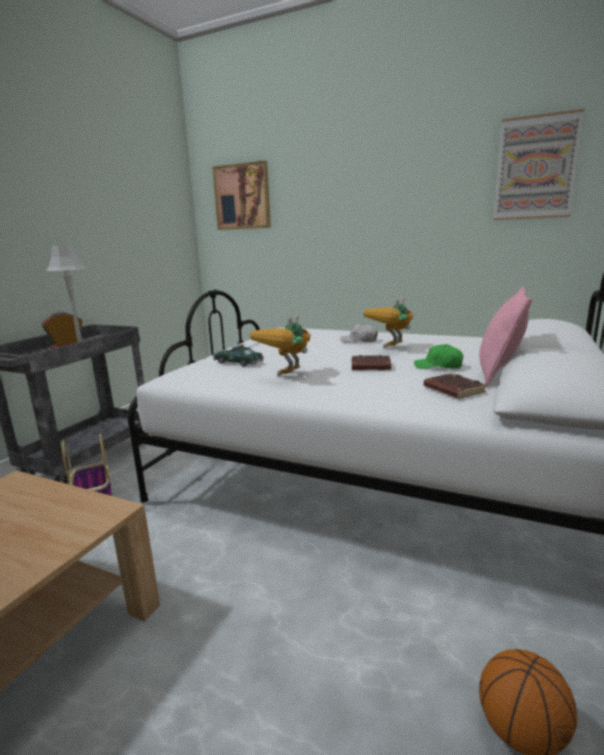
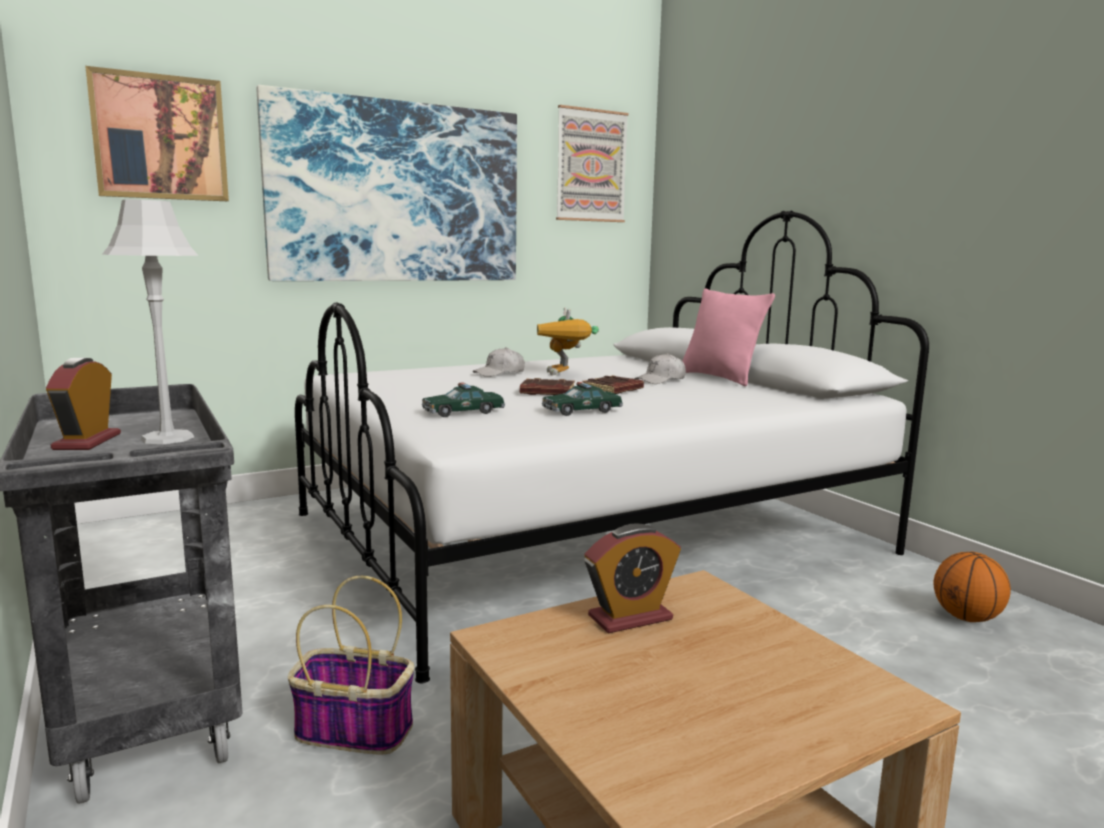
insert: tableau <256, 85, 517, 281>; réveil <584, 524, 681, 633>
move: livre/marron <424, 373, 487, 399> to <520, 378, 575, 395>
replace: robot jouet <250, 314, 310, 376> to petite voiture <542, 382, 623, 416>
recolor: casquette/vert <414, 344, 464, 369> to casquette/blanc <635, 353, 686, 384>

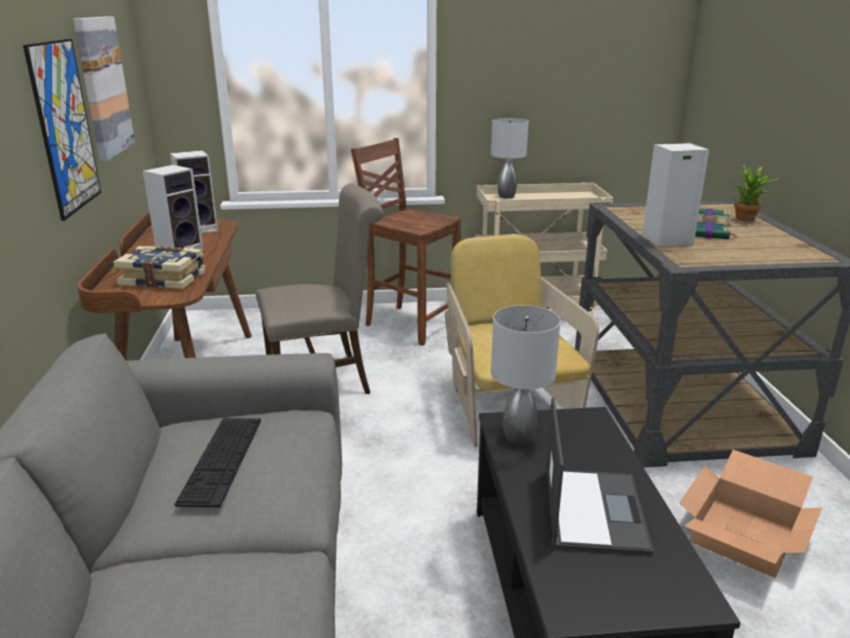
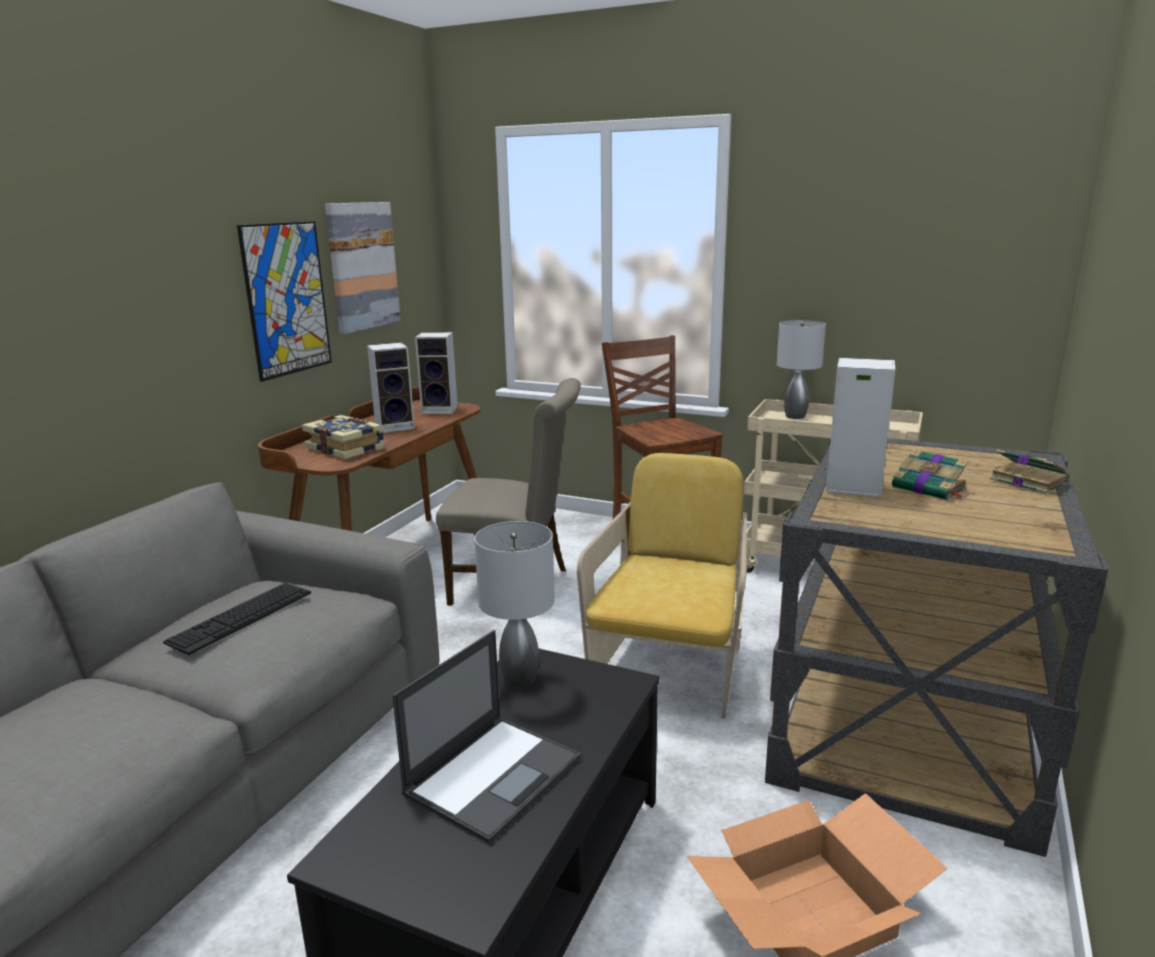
replace: plante en pot <734, 165, 779, 221> to livre <990, 449, 1069, 494>

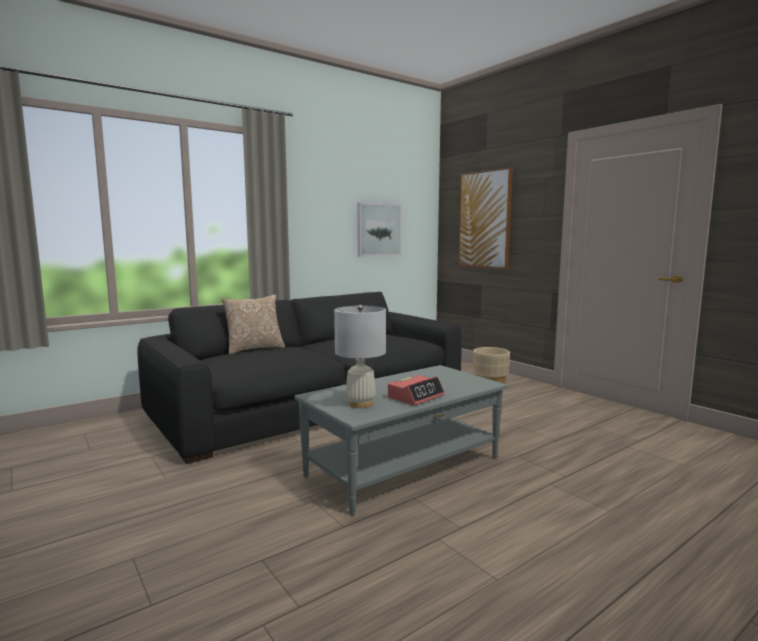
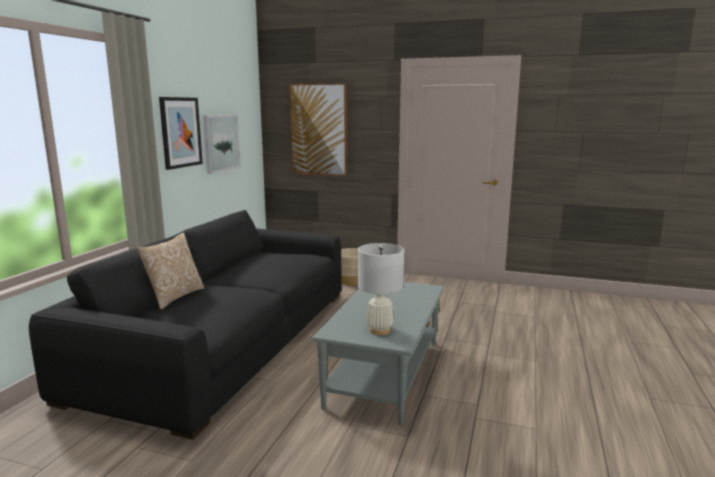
delete: réveil <388, 375, 445, 406>
insert: tableau <159, 97, 203, 170>

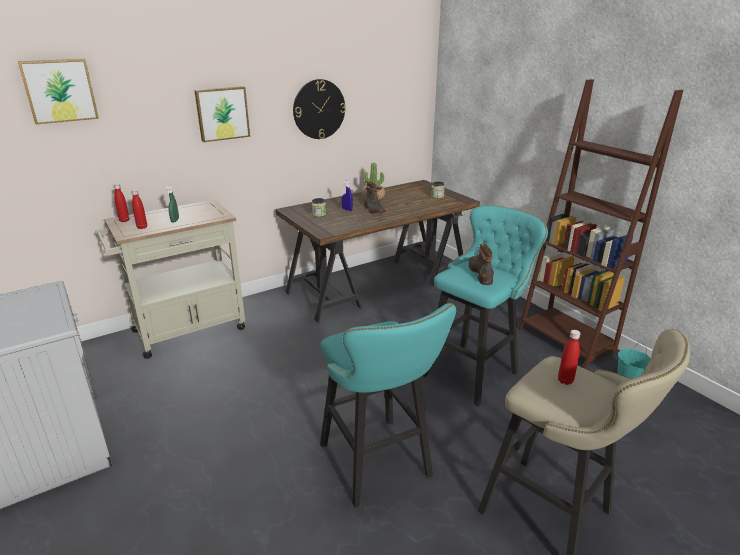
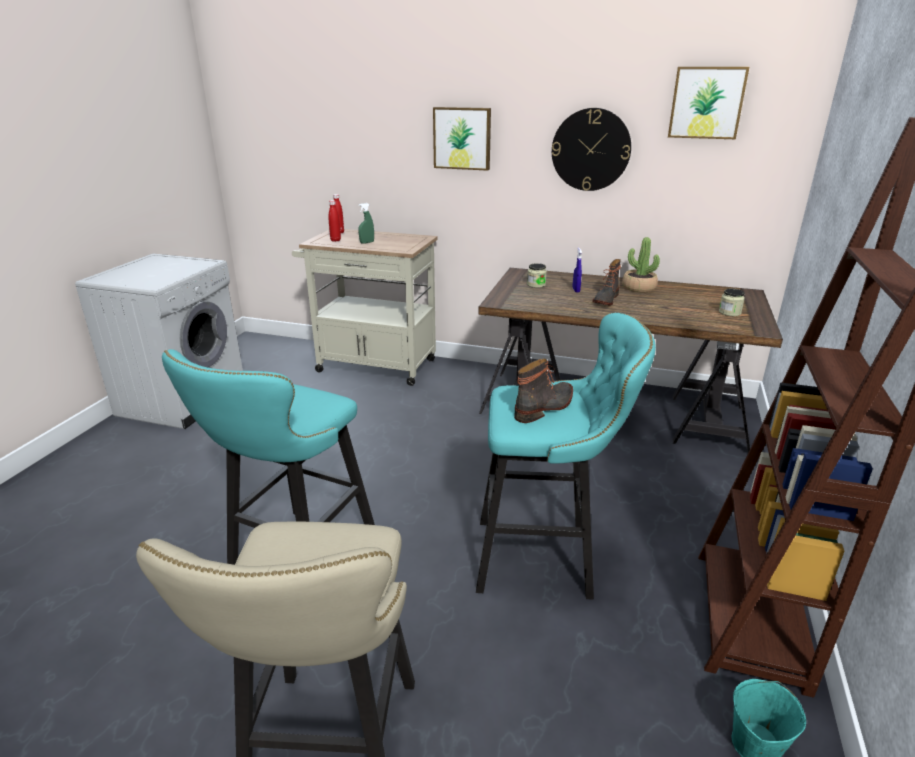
delete: bouteille/rouge <558, 330, 581, 385>
move: tableau <18, 59, 99, 124> to <668, 67, 749, 139>

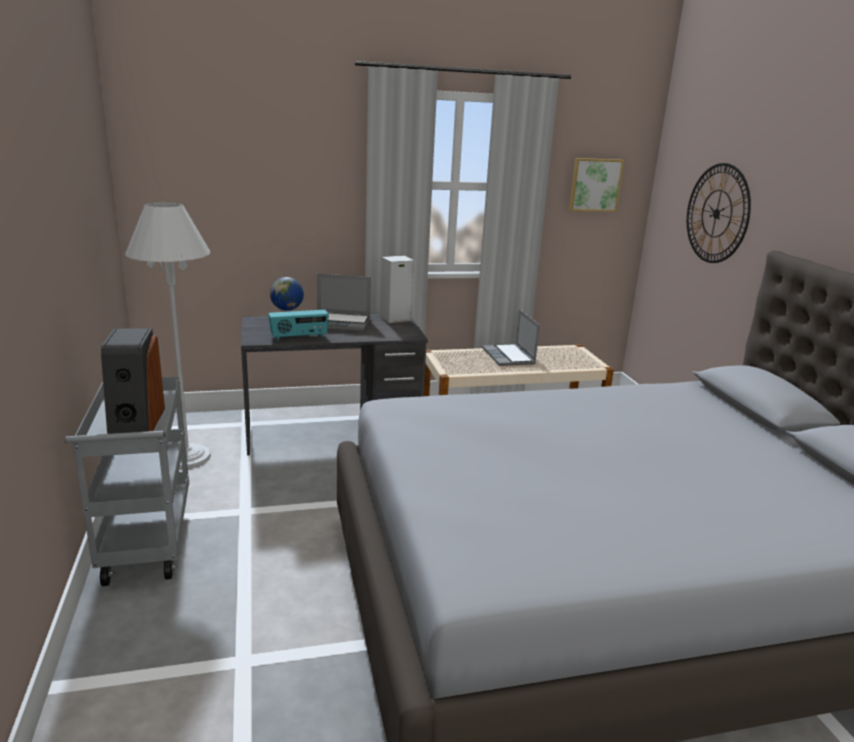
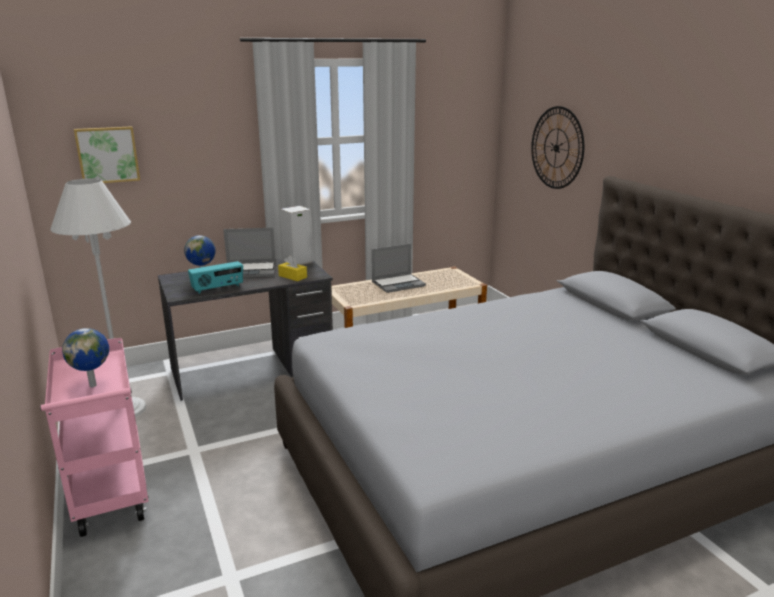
insert: boîte à mouchoirs/jaune <278, 255, 307, 281>
move: tableau <569, 158, 624, 212> to <74, 126, 140, 183>
replace: enceinte <101, 328, 165, 434> to globe <62, 328, 109, 387>
recolor: chariot/gris <65, 377, 189, 586> to chariot/rose <40, 338, 149, 537>
rotate: ordinateur portable <482, 310, 540, 366> = <372, 244, 426, 293> 90 degrees counterclockwise

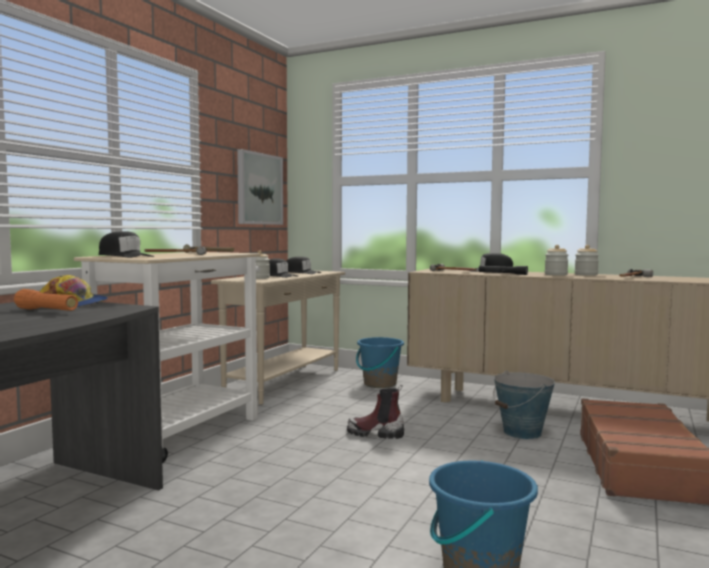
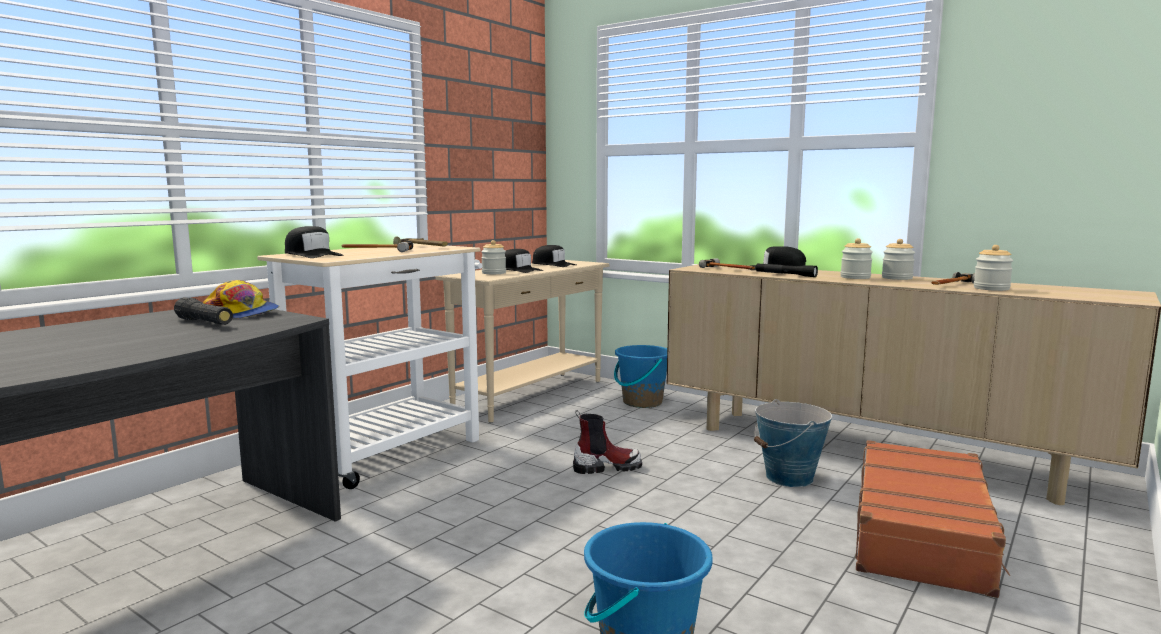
delete: tableau <237, 149, 283, 225>
insert: bocal <974, 245, 1013, 291>
recolor: lampe de poche/orange <14, 289, 78, 311> to lampe de poche/noir <174, 297, 233, 325>
rotate: botte <347, 385, 404, 439> = <573, 410, 642, 474> 150 degrees clockwise

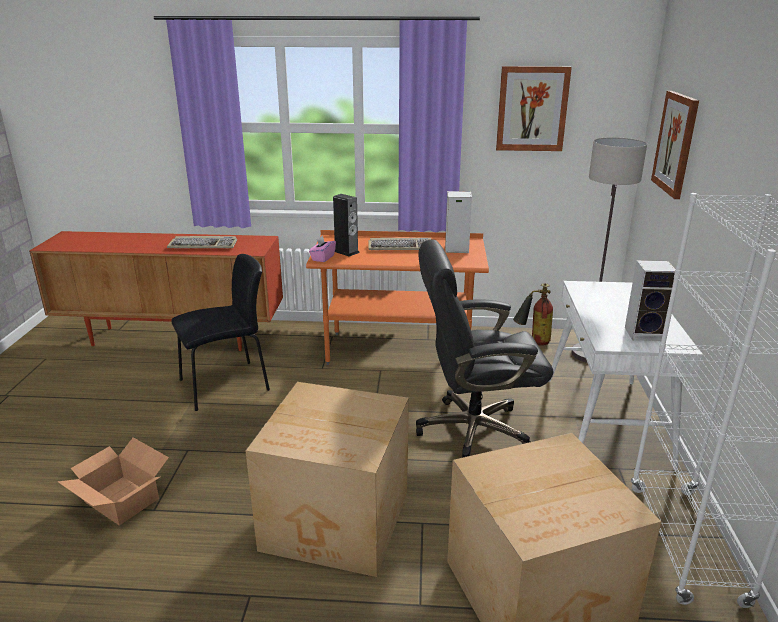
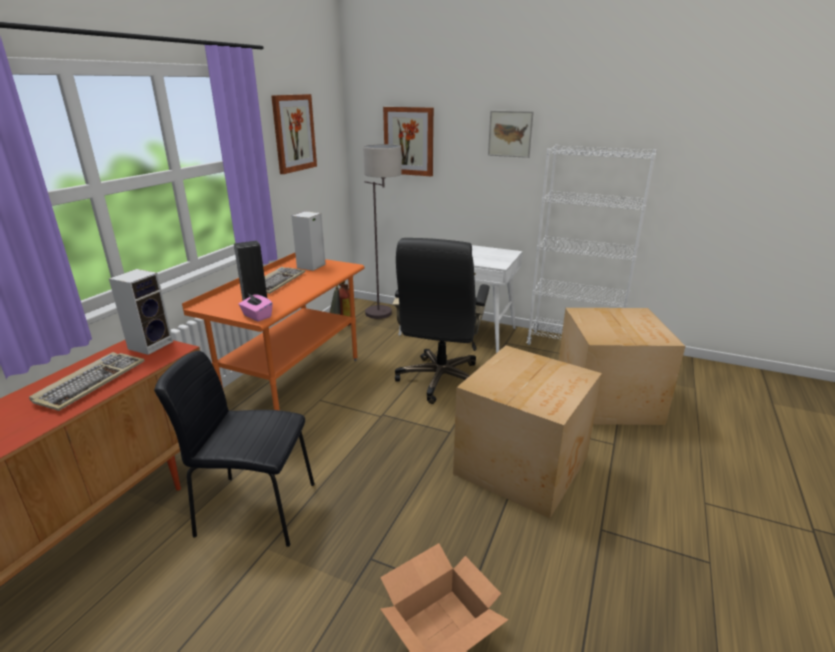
insert: tableau <488, 111, 534, 158>
move: enceinte <625, 260, 675, 341> to <109, 269, 173, 355>
rotate: chaise/noir <172, 254, 270, 411> = <154, 351, 315, 547> 75 degrees counterclockwise

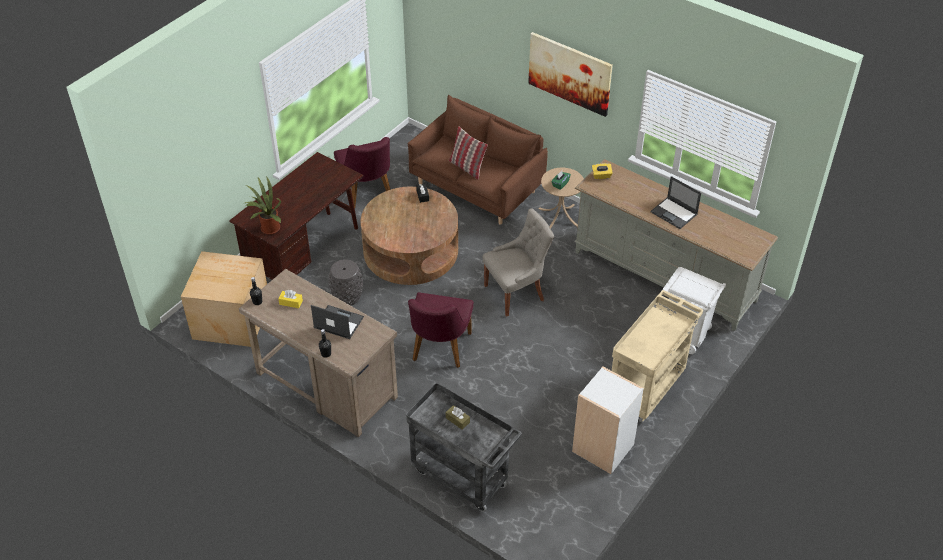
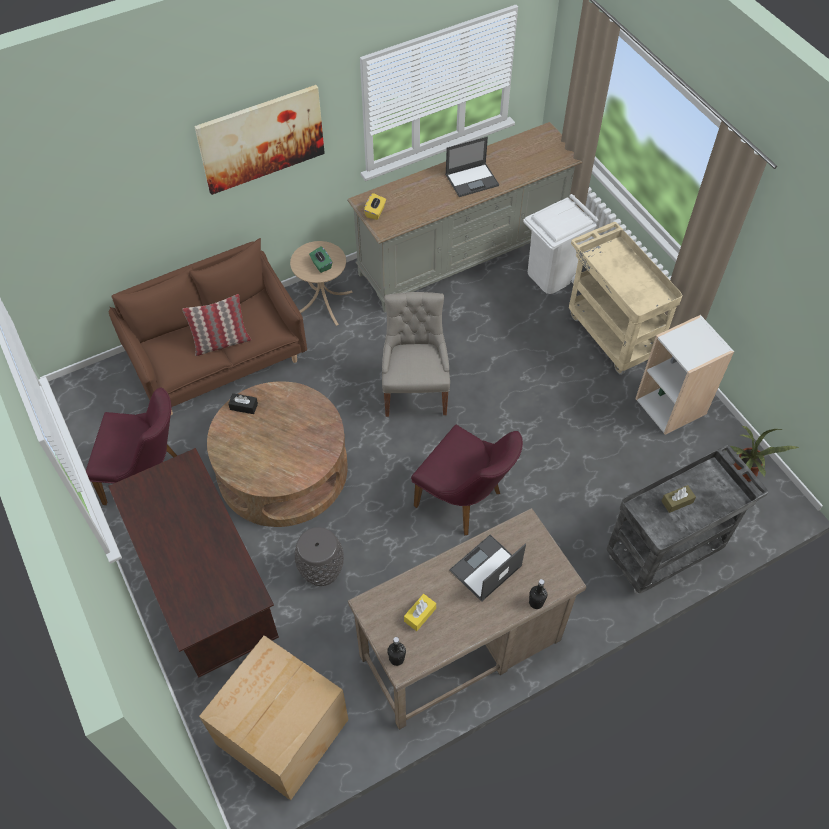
move: plante en pot <245, 176, 281, 235> to <730, 426, 800, 481>

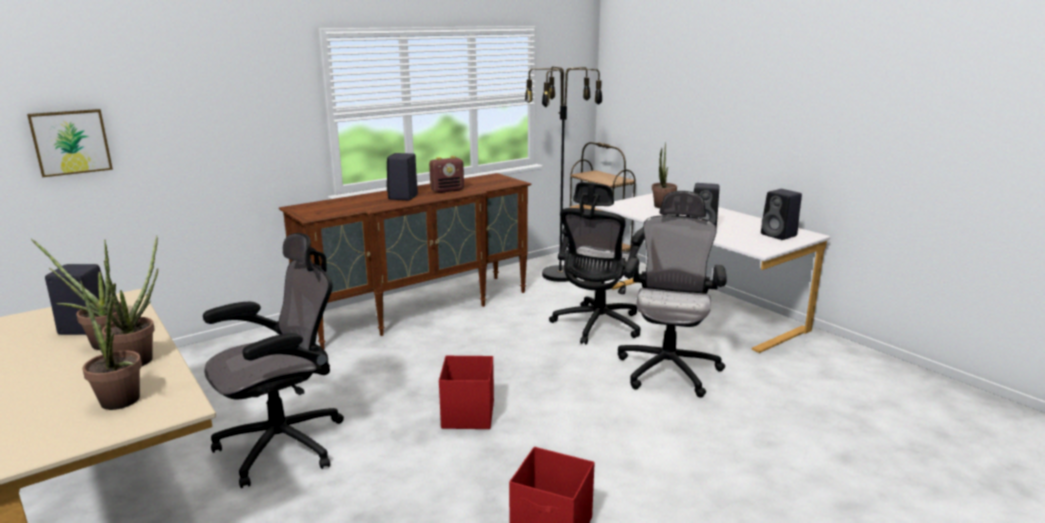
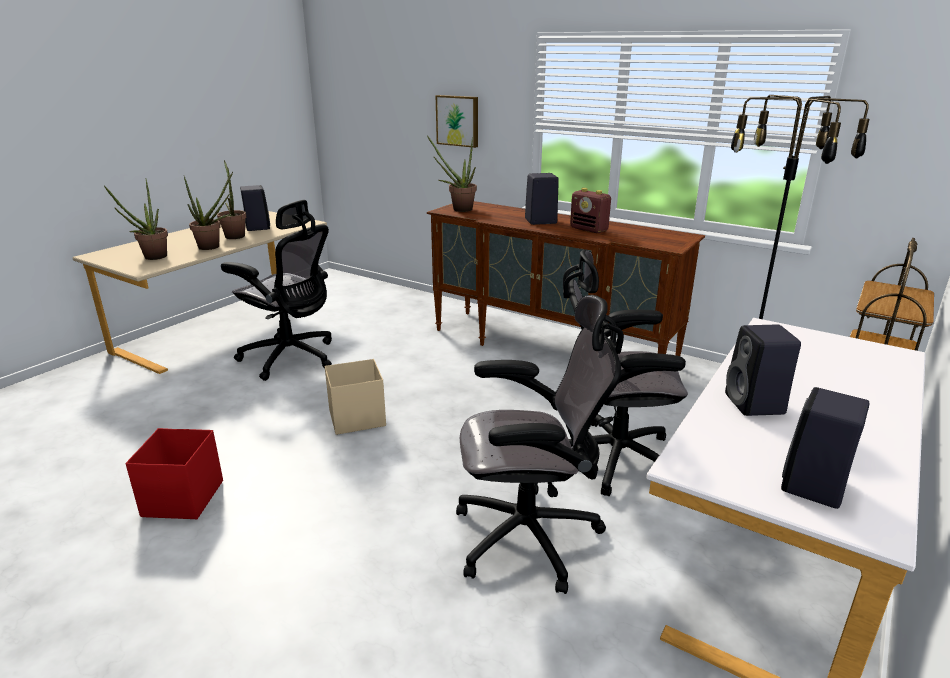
move: tableau <27, 109, 113, 177> to <436, 95, 478, 148>; plante en pot <652, 142, 677, 208> to <427, 135, 477, 212>
recolor: boîte de rangement/rouge <439, 355, 494, 429> to boîte de rangement/beige <325, 359, 386, 435>

